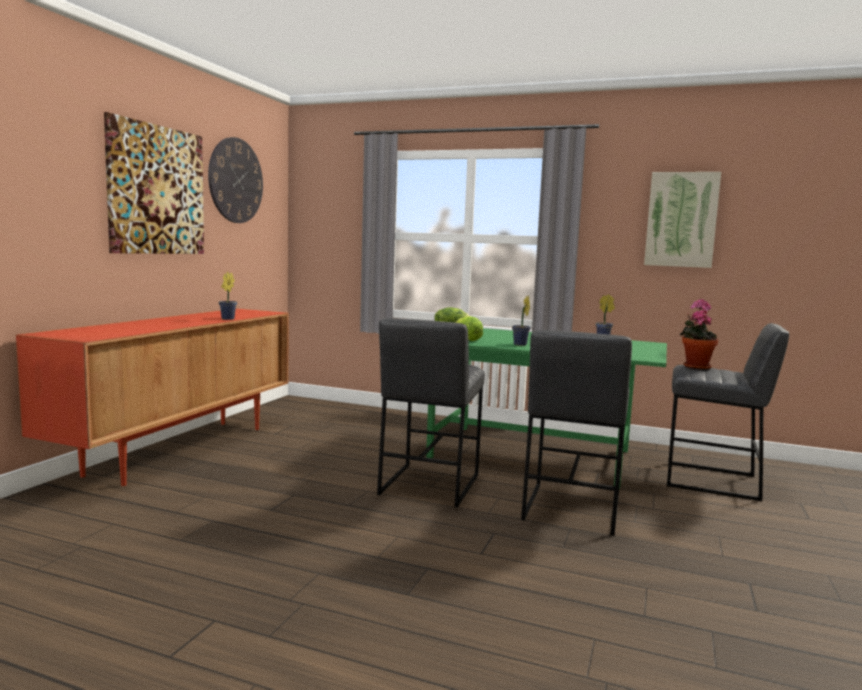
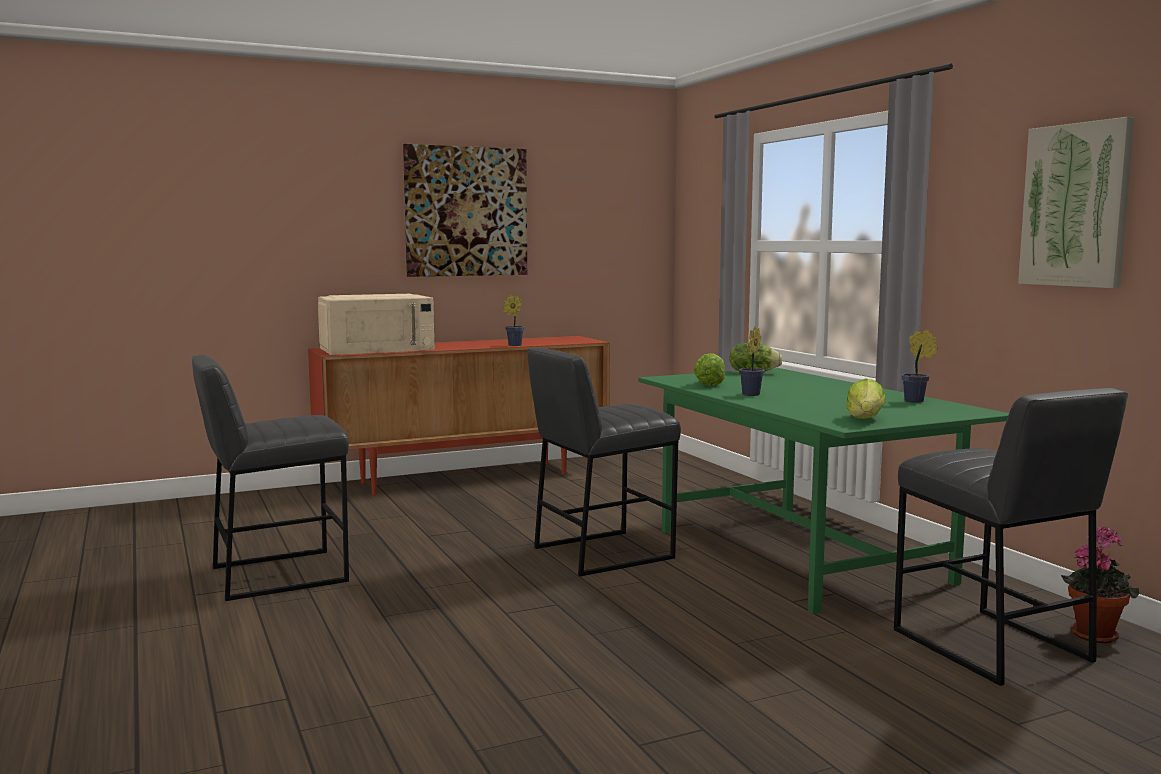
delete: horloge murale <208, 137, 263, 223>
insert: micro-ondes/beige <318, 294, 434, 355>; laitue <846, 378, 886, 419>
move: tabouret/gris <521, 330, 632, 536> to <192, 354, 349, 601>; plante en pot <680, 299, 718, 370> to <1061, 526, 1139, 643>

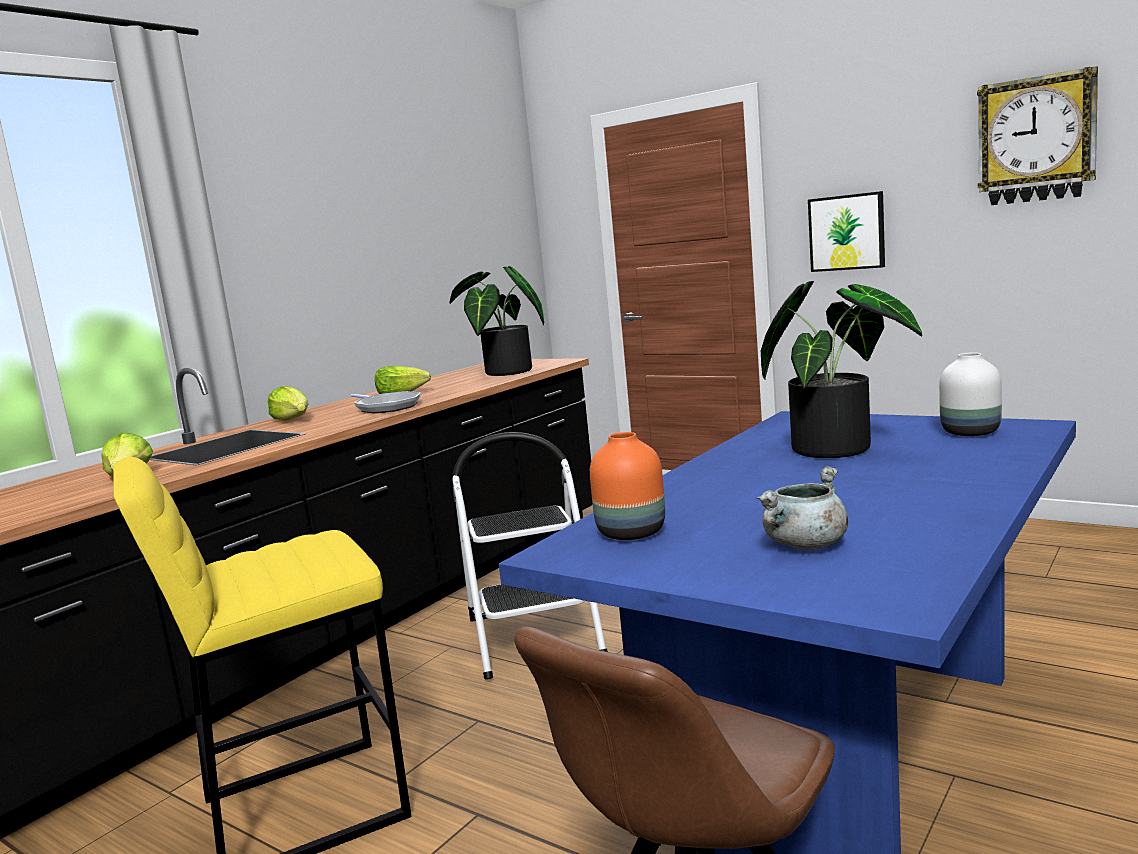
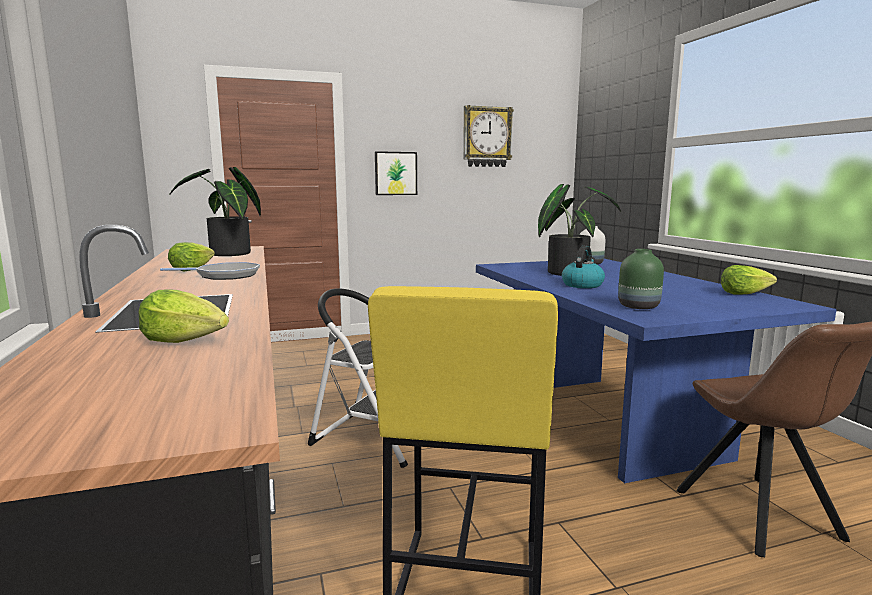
delete: marmite/gris <757, 466, 848, 549>
insert: bouilloire <562, 246, 605, 288>
move: laitue <268, 386, 308, 421> to <721, 265, 777, 295>
recolor: vase/orange <590, 432, 665, 540> to vase/vert <618, 249, 664, 309>

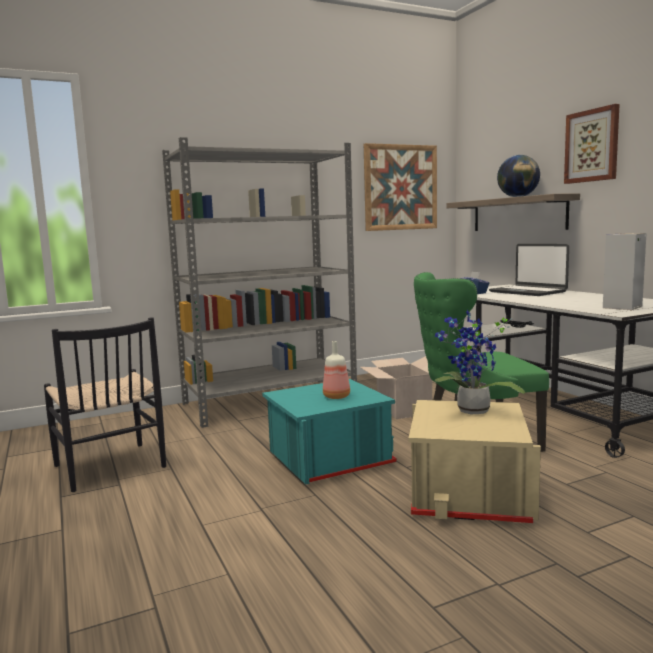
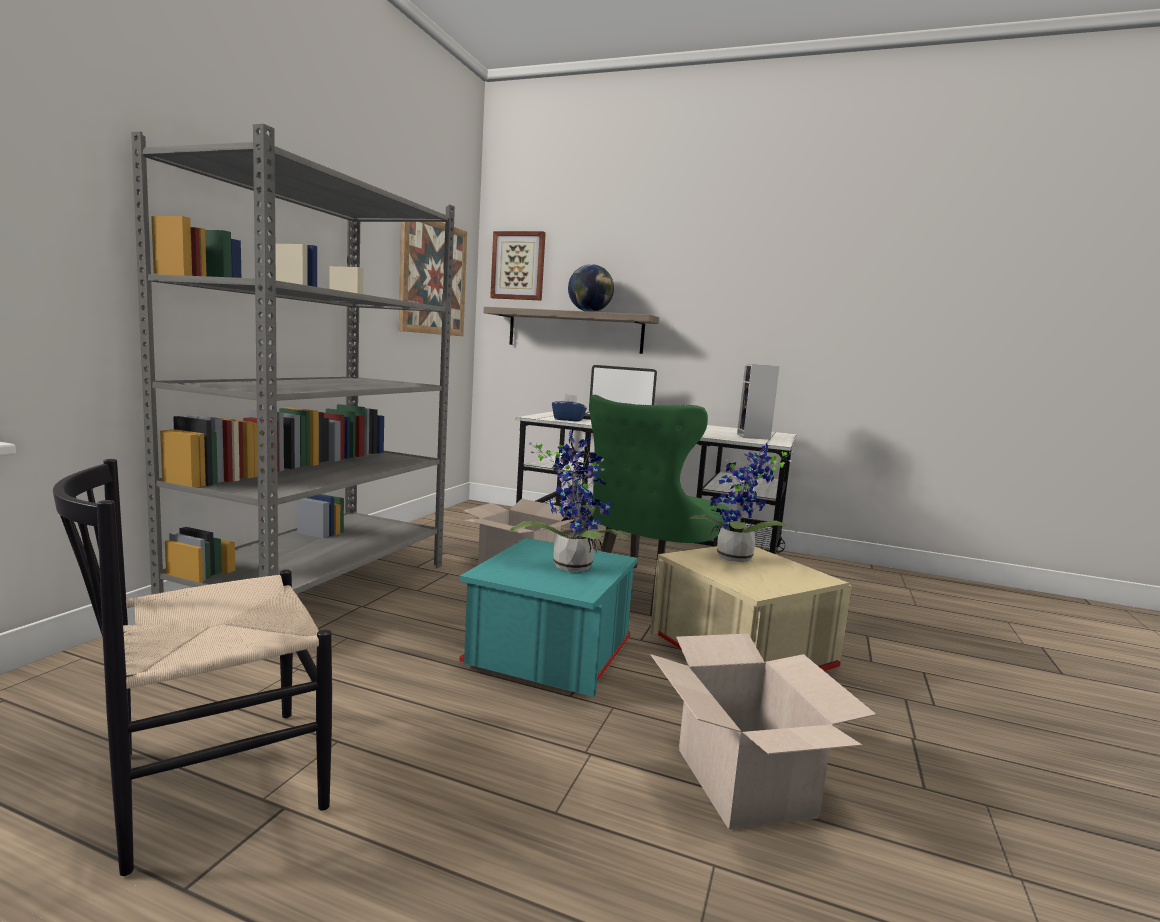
insert: carton <651, 634, 876, 829>
move: tableau <564, 104, 620, 184> to <490, 231, 546, 301>
replace: bouteille <323, 341, 350, 399> to plante en pot <509, 430, 629, 572>
rotate: chaise/noir <44, 317, 166, 492> = <53, 459, 332, 876> 135 degrees clockwise

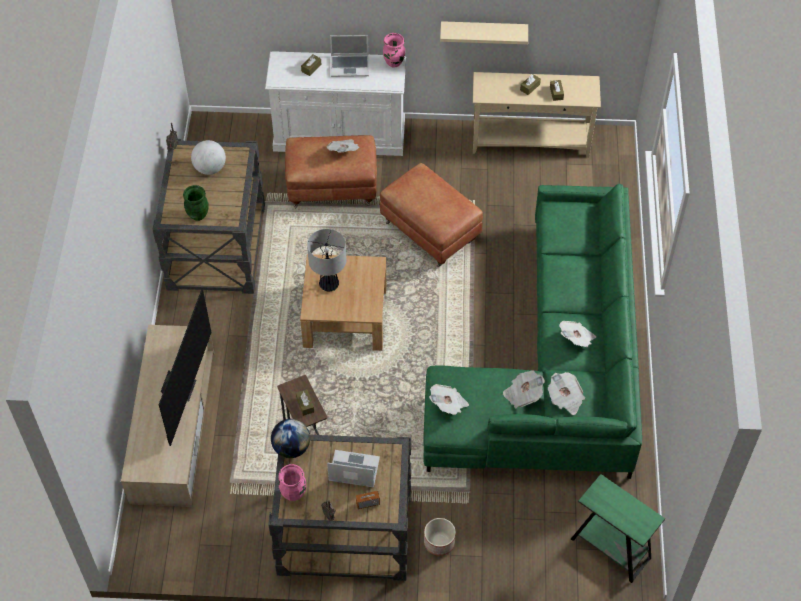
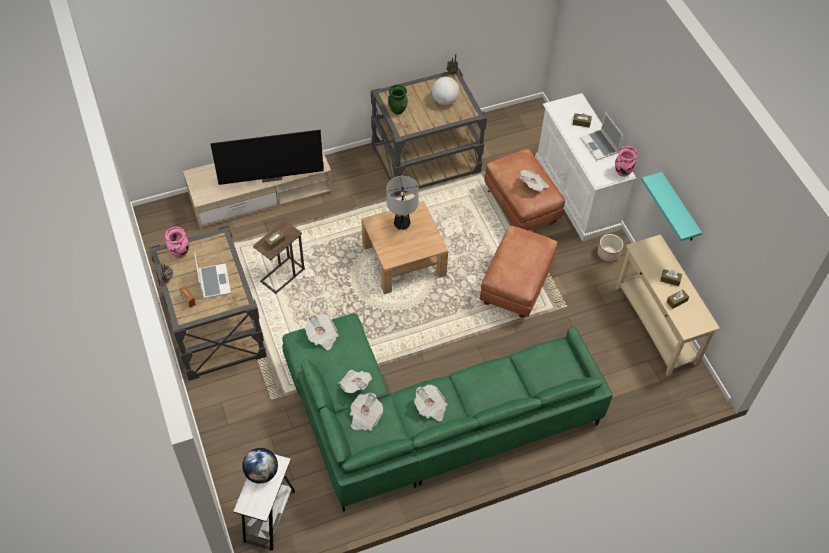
move: globe <271, 419, 310, 458> to <242, 448, 278, 484>; cache-pot <424, 518, 456, 556> to <597, 234, 623, 262>
recolor: étagère/beige <440, 21, 528, 44> to étagère/turquoise <641, 172, 702, 241>; table d'appoint/vert <571, 474, 665, 583> to table d'appoint/blanc <233, 454, 295, 551>

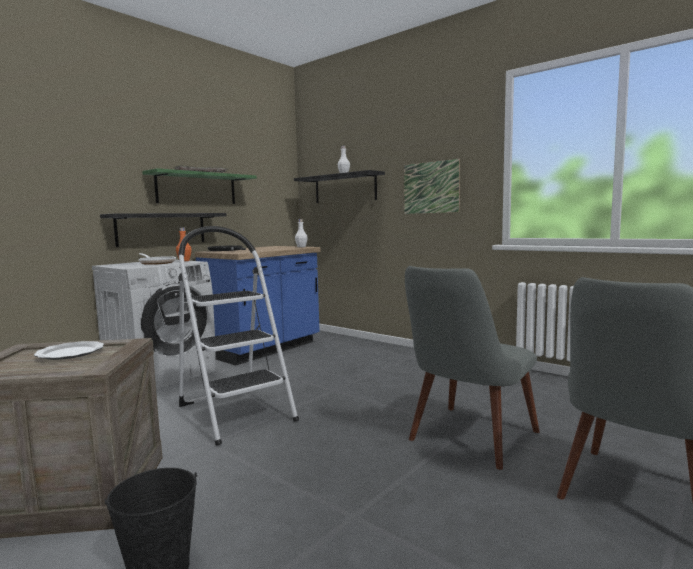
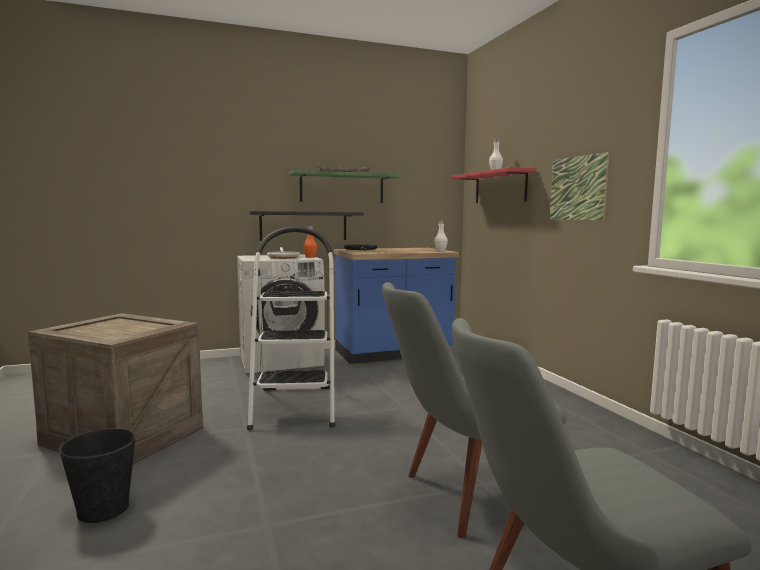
delete: assiette <34, 341, 104, 360>
recolor: étagère/noir <294, 170, 385, 203> to étagère/rouge <451, 167, 536, 203>

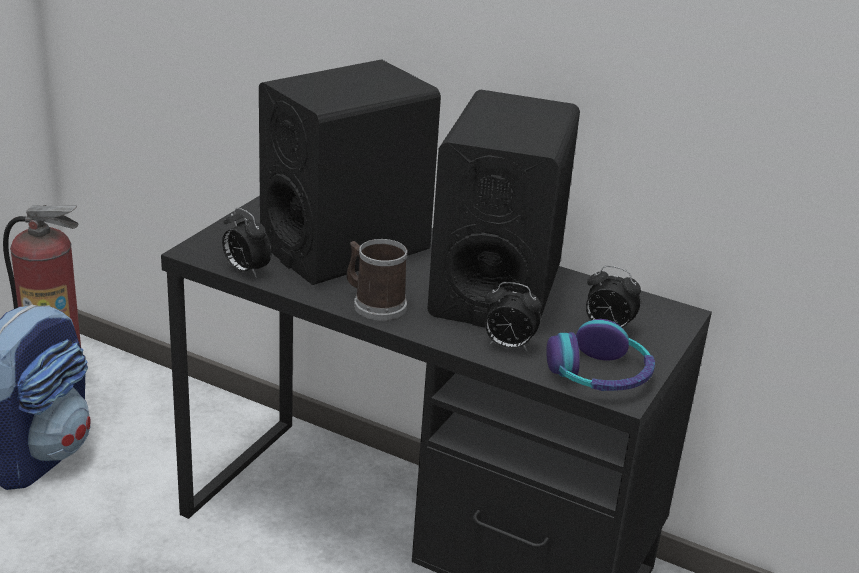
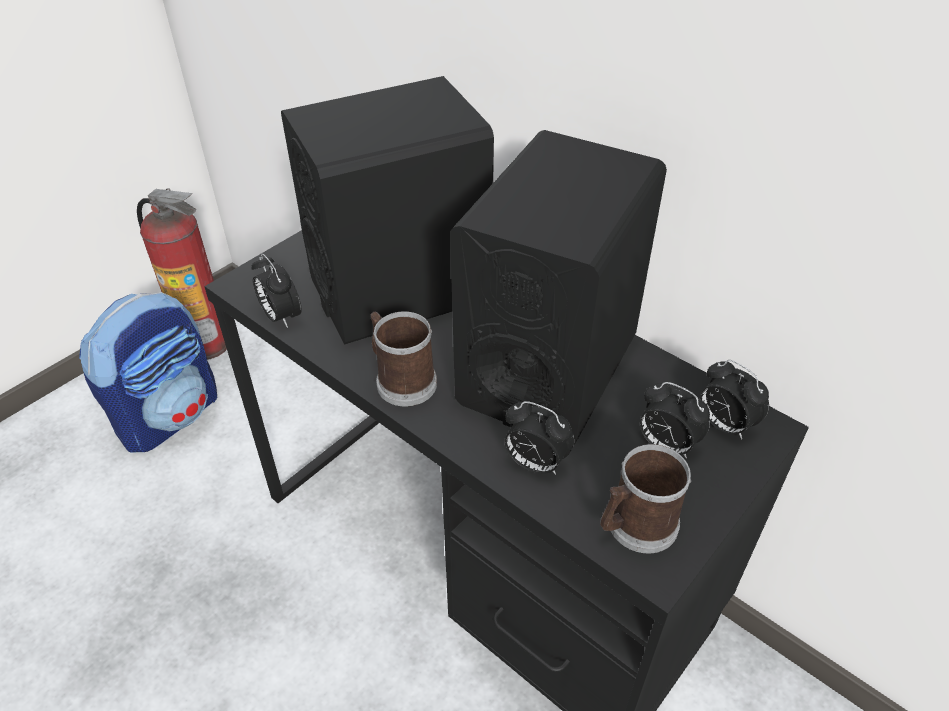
insert: réveil <700, 360, 769, 439>
replace: casque audio <546, 319, 655, 391> to mug <600, 444, 691, 554>

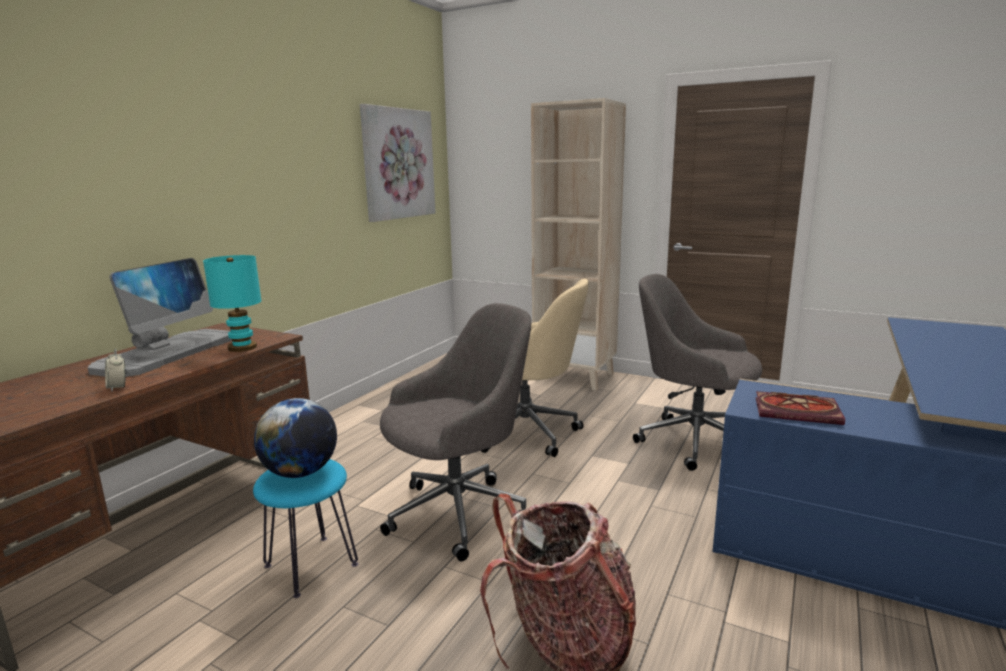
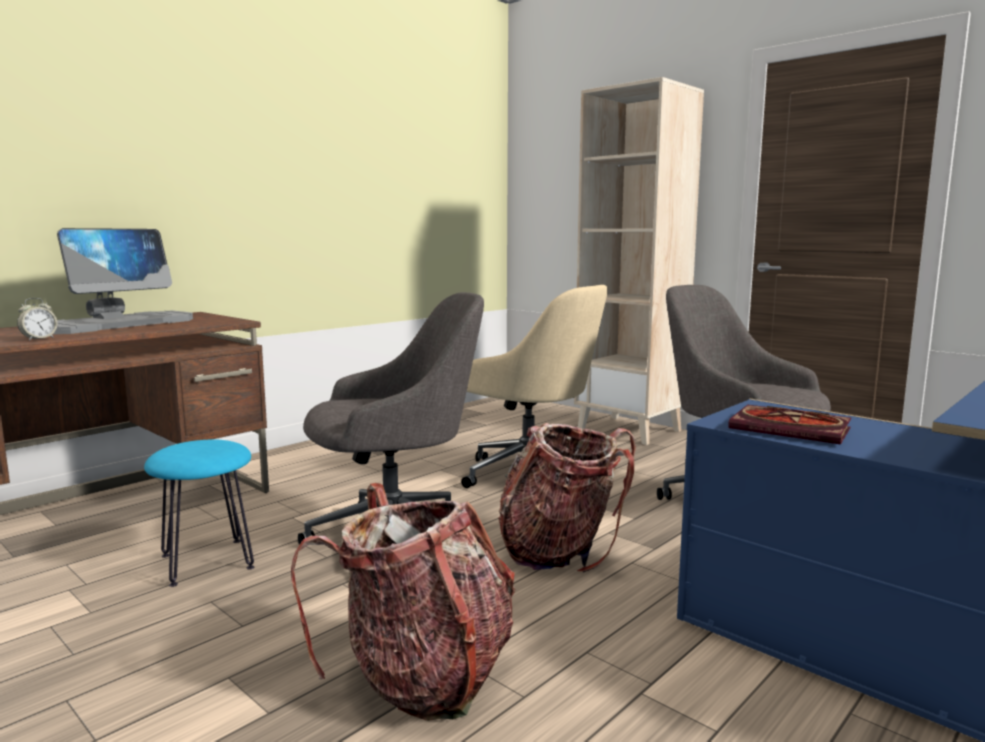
delete: lampe de table/turquoise <203, 255, 261, 352>; globe <254, 398, 337, 478>; tableau <360, 104, 436, 222>
insert: sac à dos <498, 423, 636, 572>
rotate: réveil <105, 349, 127, 391> = <17, 298, 57, 341> 120 degrees counterclockwise

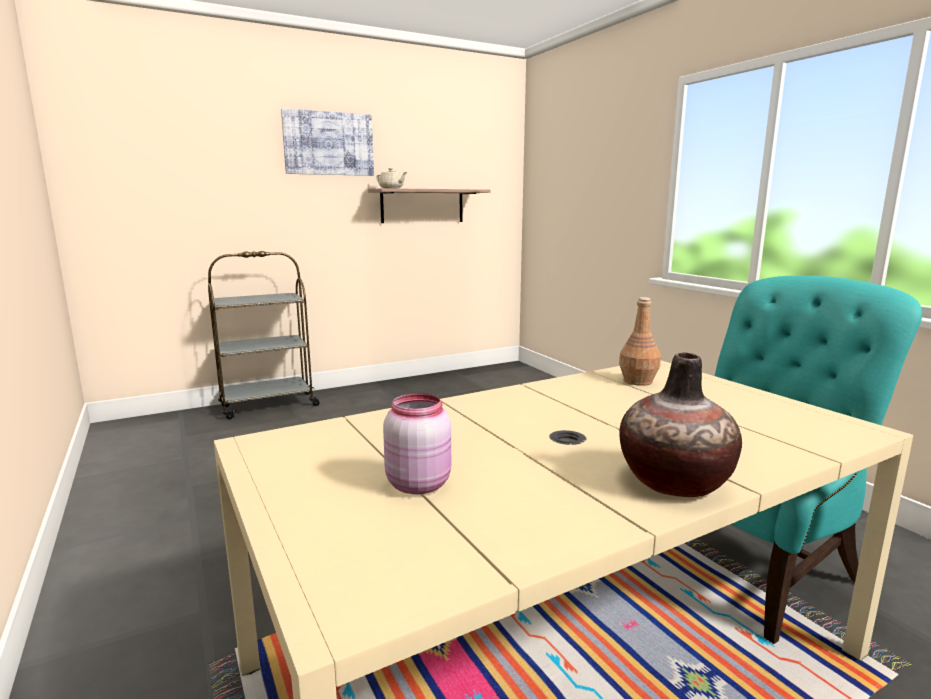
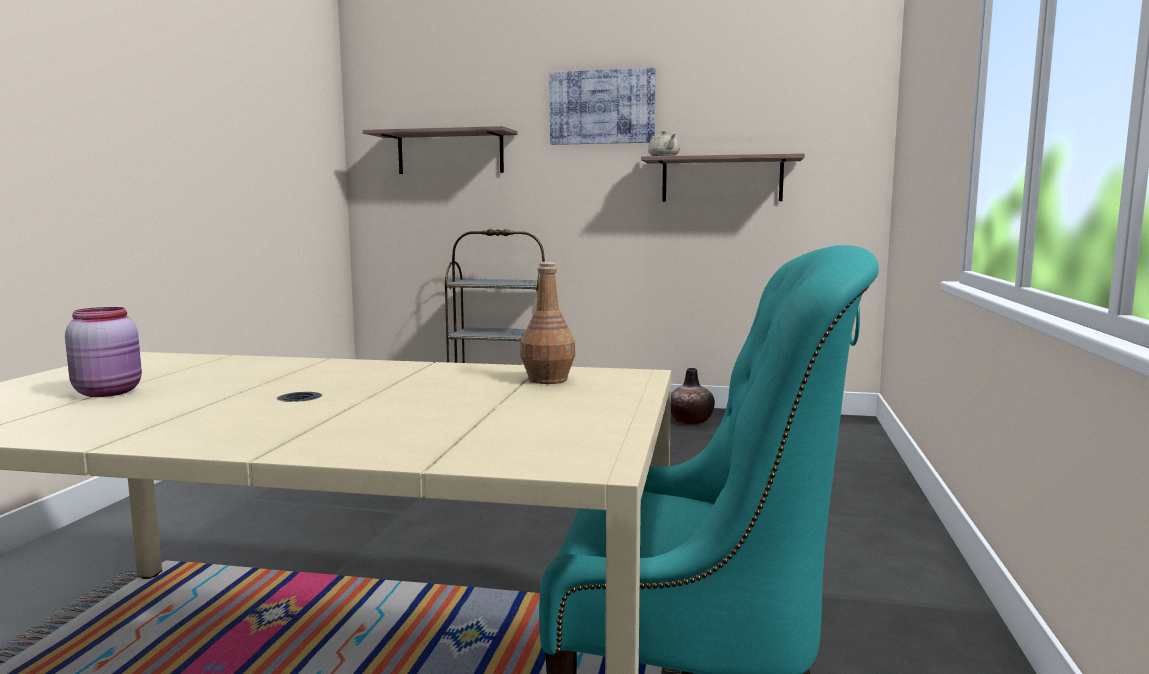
insert: étagère <362, 126, 518, 174>
move: vase <619, 352, 742, 497> to <671, 368, 715, 424>

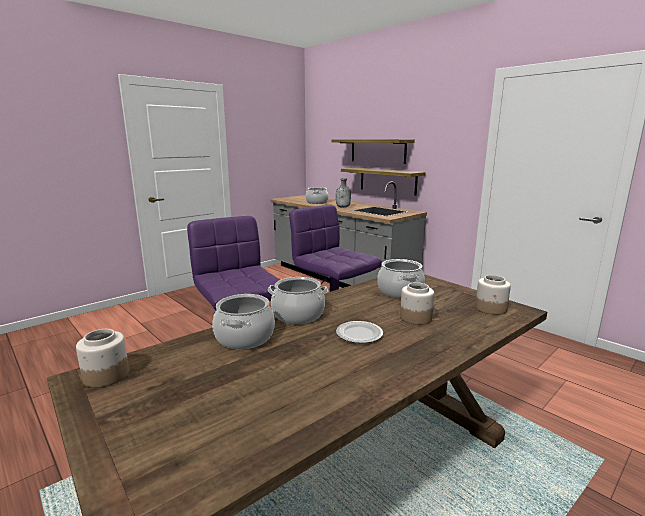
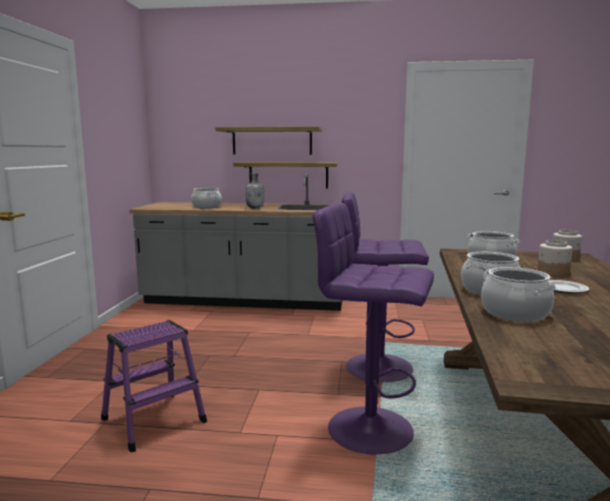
delete: bocal <76, 329, 129, 388>
insert: escabeau/violet <101, 320, 207, 452>

